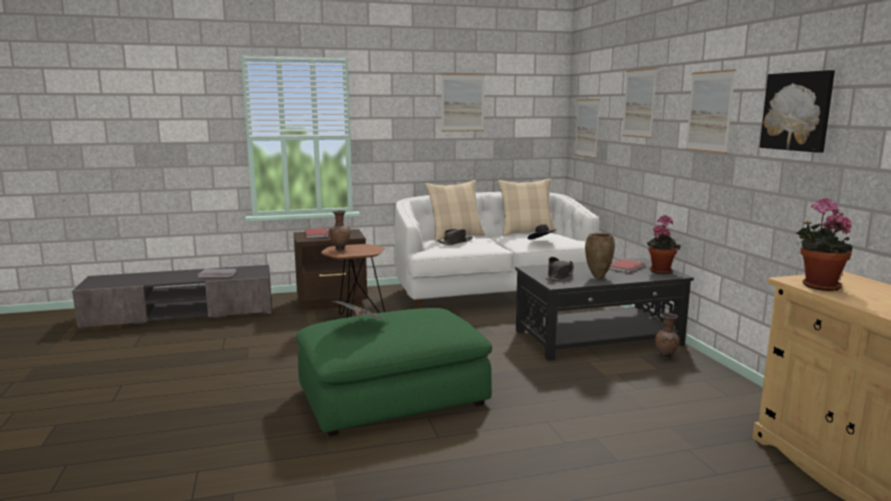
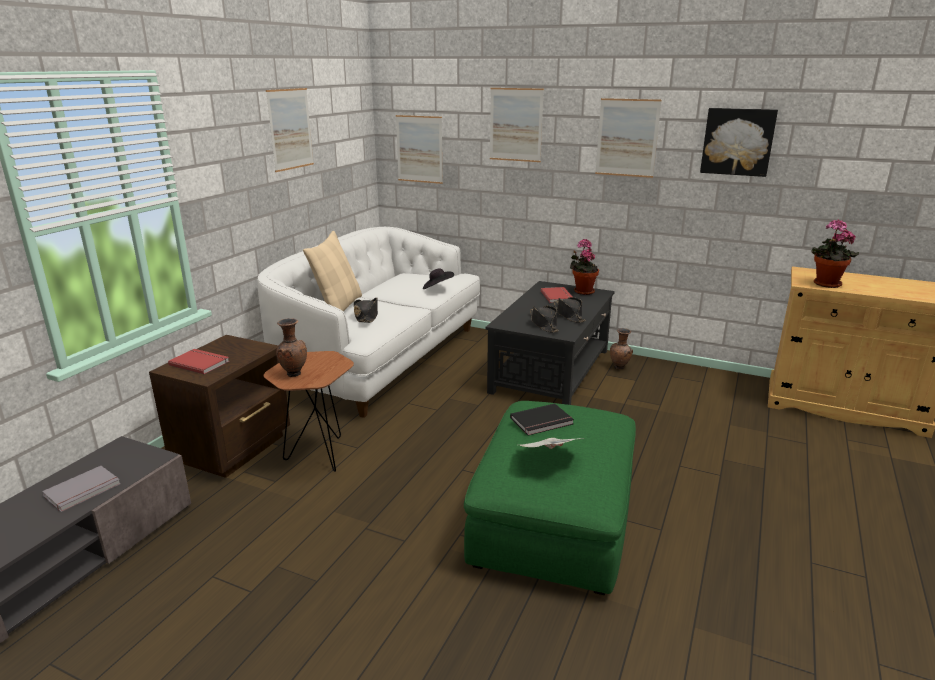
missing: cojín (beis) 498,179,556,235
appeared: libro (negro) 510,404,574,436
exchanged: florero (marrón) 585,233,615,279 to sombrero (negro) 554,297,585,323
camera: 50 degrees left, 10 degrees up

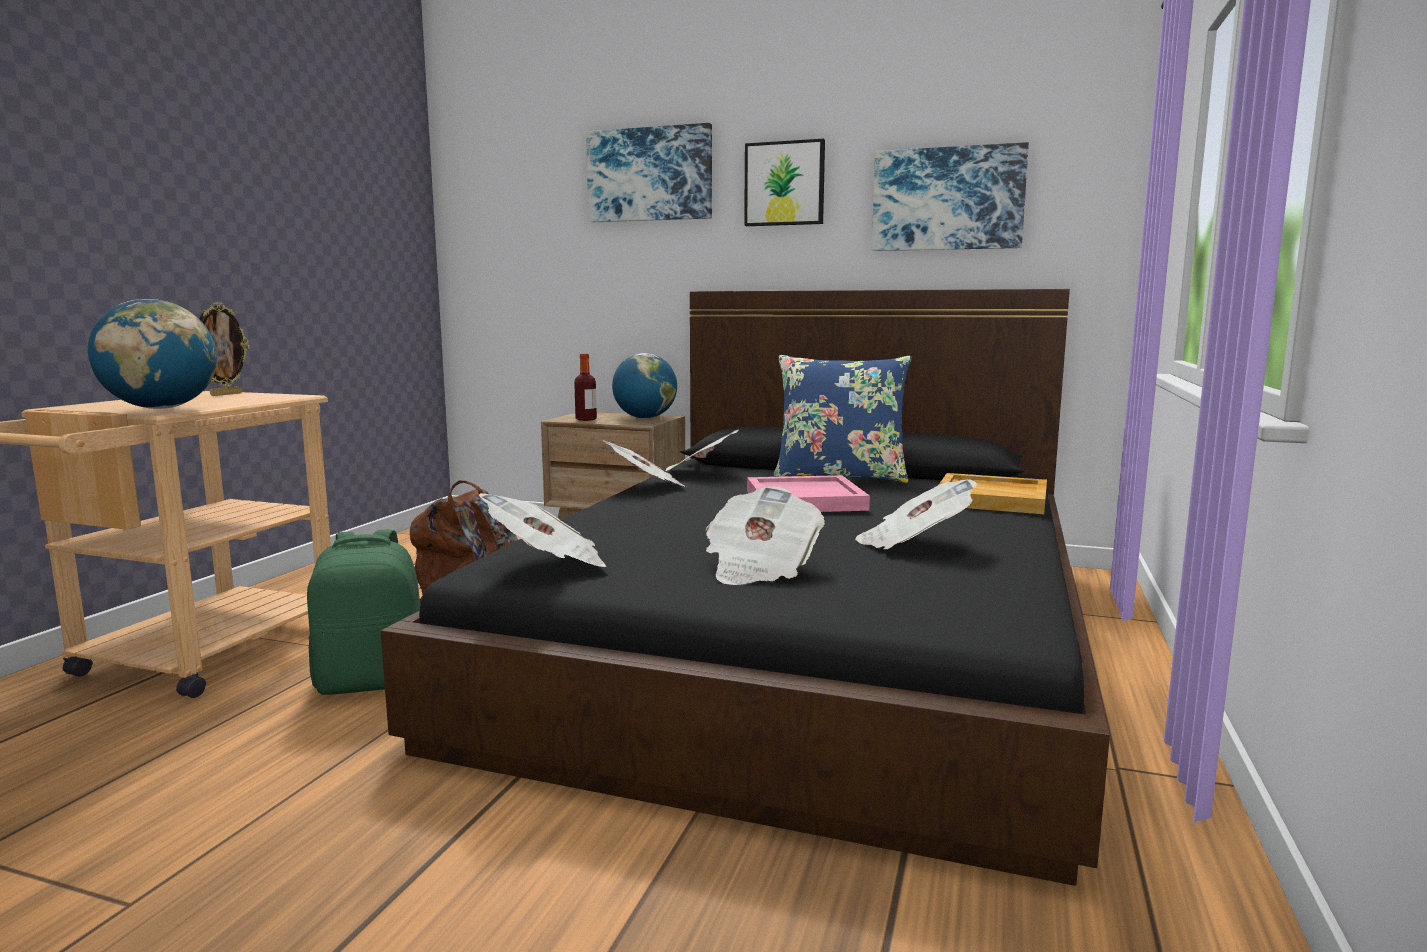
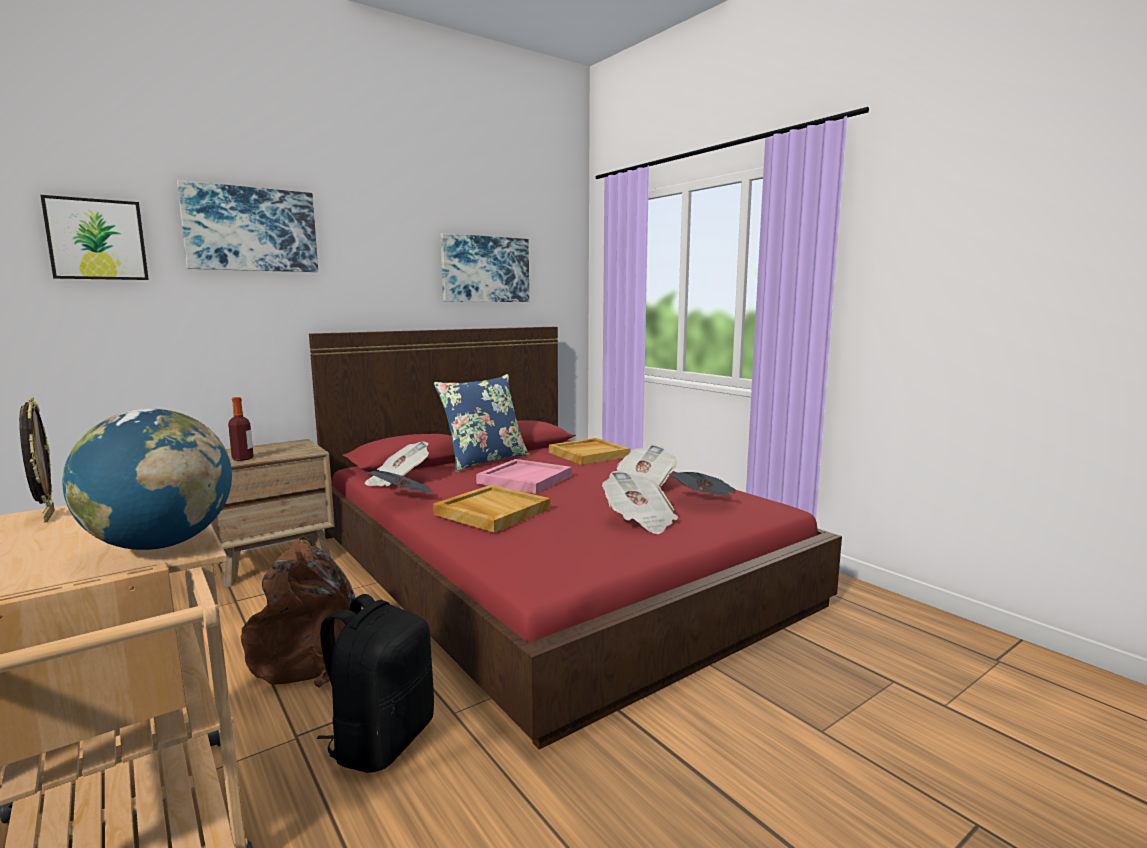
missing: globo terráqueo 612,353,677,419
appeared: bandeja (beis) 433,485,550,533
relocated: cuadro 744,139,825,226 to 40,195,149,280; periódico 479,493,606,567 to 668,472,736,495
colour: cama (negro) 381,289,1110,886 to cama (rojo) 309,327,842,749; mochila (verde) 307,529,420,695 to mochila (negro) 317,594,434,773
camera: 55 degrees left, 0 degrees up

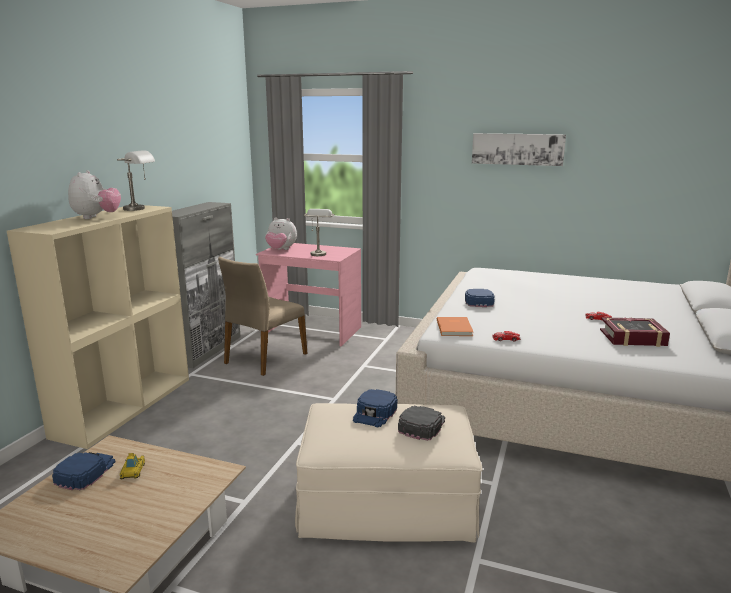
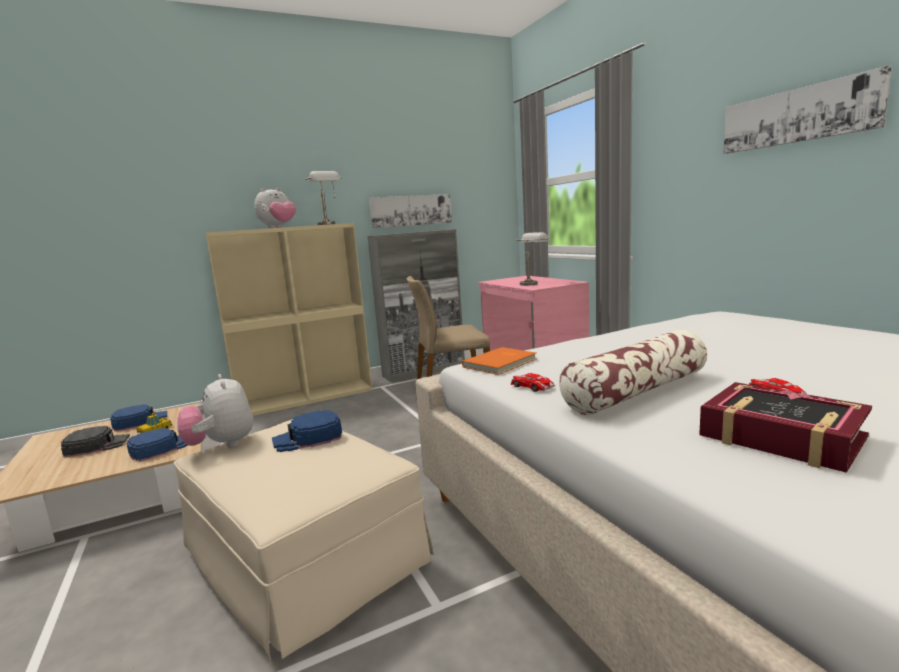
appeared: cuadro 369,194,452,228; cojín 559,330,707,415
relocated: peluche 265,217,297,250 to 177,374,254,448; gorra (azul) 465,289,495,307 to 127,428,188,462; gorra (negro) 398,406,445,441 to 61,426,130,457
camera: 45 degrees right, 5 degrees down

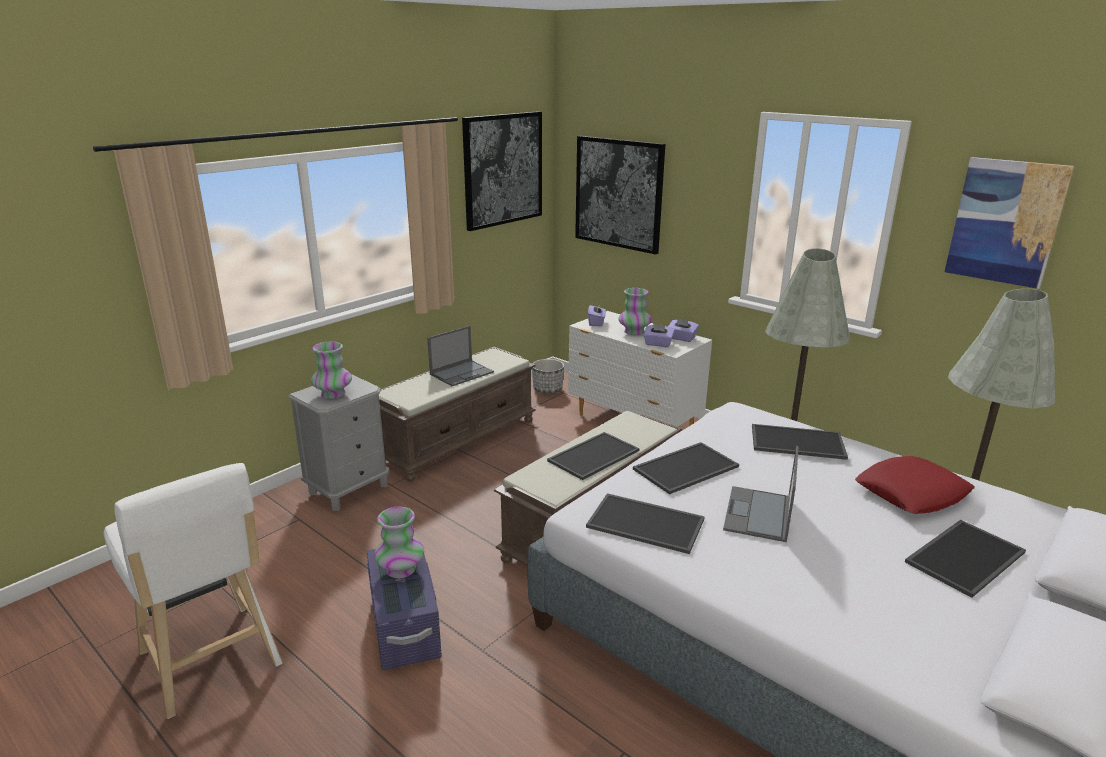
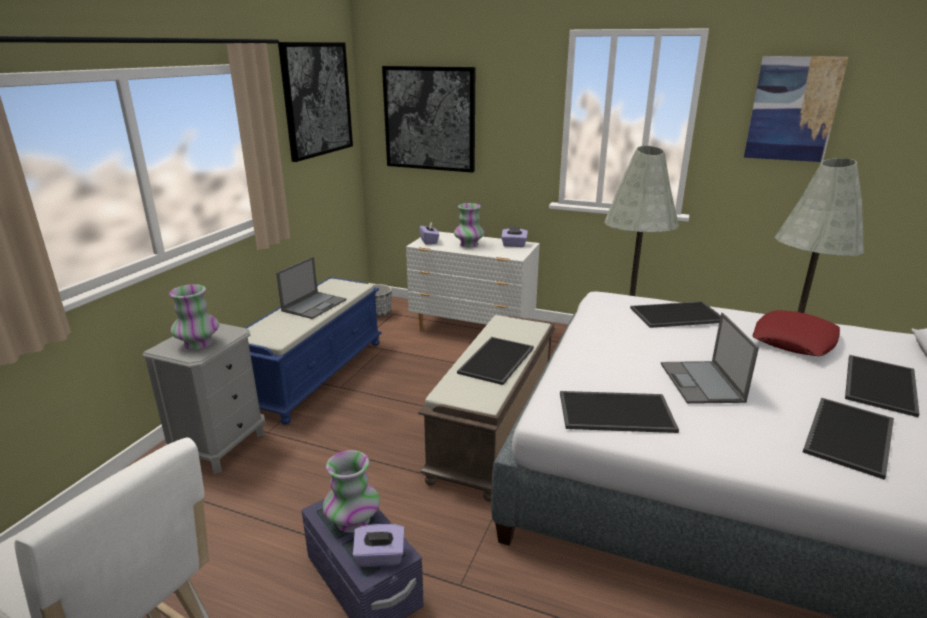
relocated: caja de pañuelos (morado) 644,324,675,347 to 353,524,405,567; bandeja 633,442,739,494 to 803,398,894,480
colour: banco (marrón) 379,347,536,481 to banco (azul) 246,277,382,425
camera: 20 degrees left, 0 degrees up

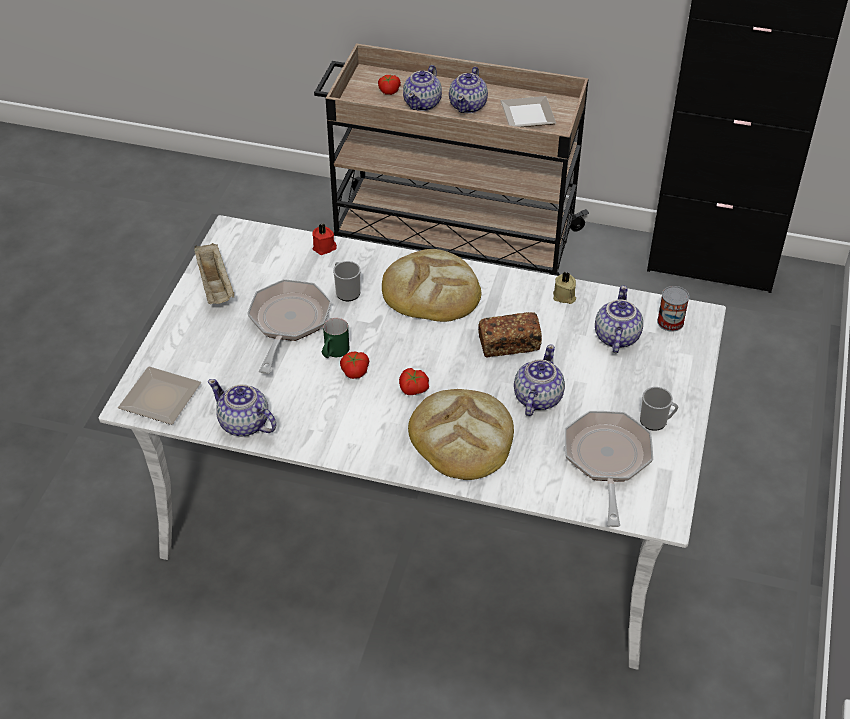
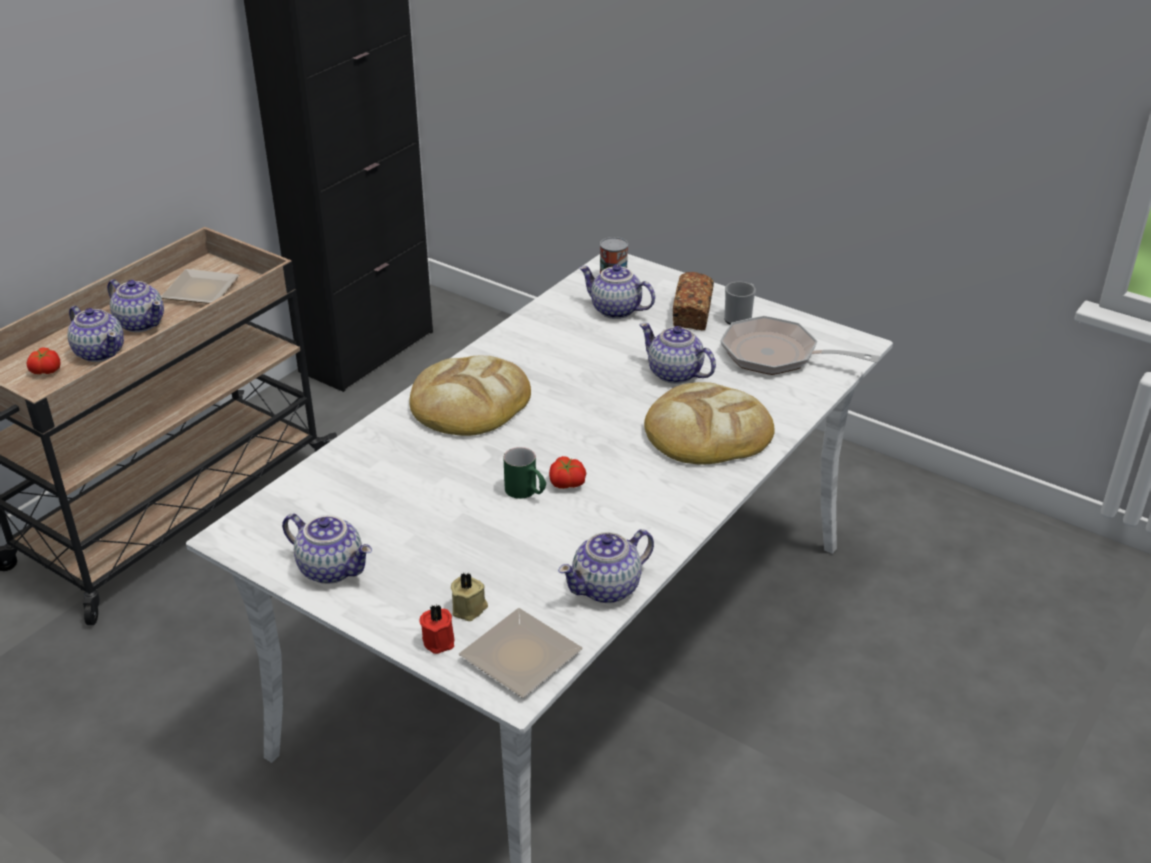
missing: taza grande 333,261,361,301; sartén 247,279,331,374; tomate 399,368,429,395
relocated: vela (rojo) 312,224,337,255 to 419,605,454,654; vela (beis) 553,272,576,304 to 451,572,488,621; pan 478,312,542,358 to 673,272,714,330
exchanged: bandeja (beis) 194,243,234,304 to tetera 282,514,372,584
camera: 70 degrees left, 10 degrees down

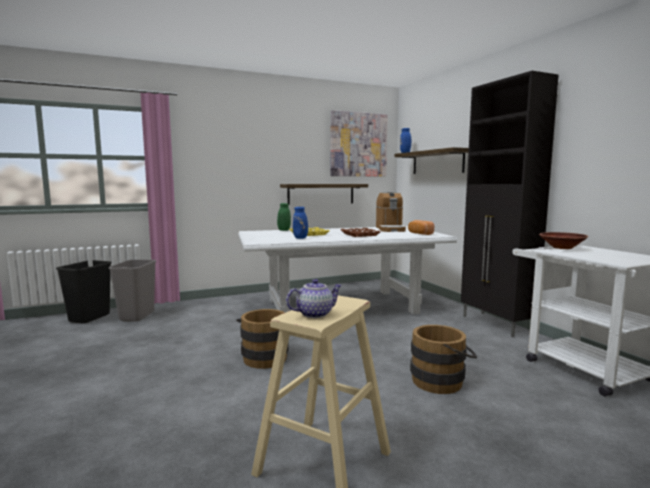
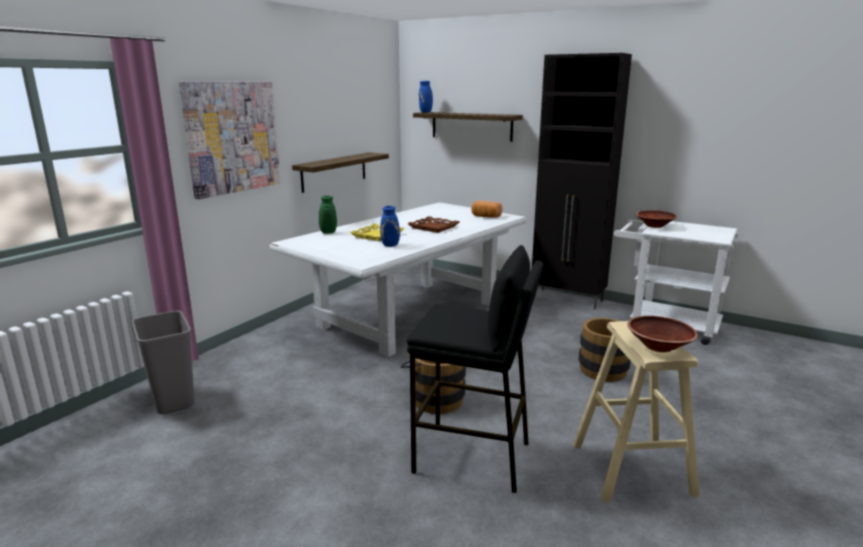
missing: cafetera 376,192,406,232; papelera (negro) 56,260,112,324
appeared: taburete (negro) 407,245,543,493
relocated: cuadro 331,110,388,176 to 179,82,281,199
exchanged: tetera 286,279,342,318 to cuenco (marrón) 627,316,698,352
camera: 35 degrees left, 10 degrees up

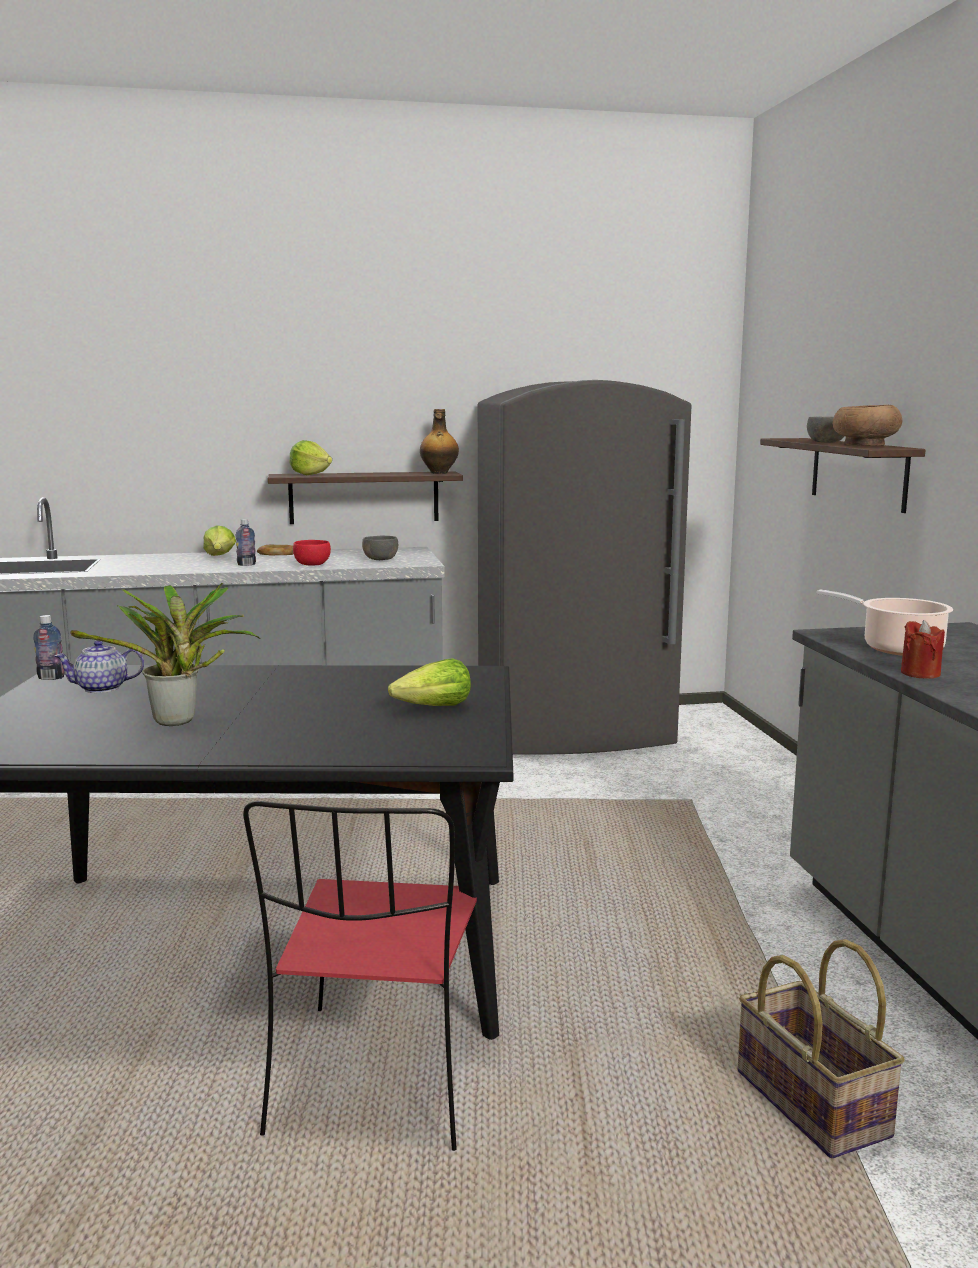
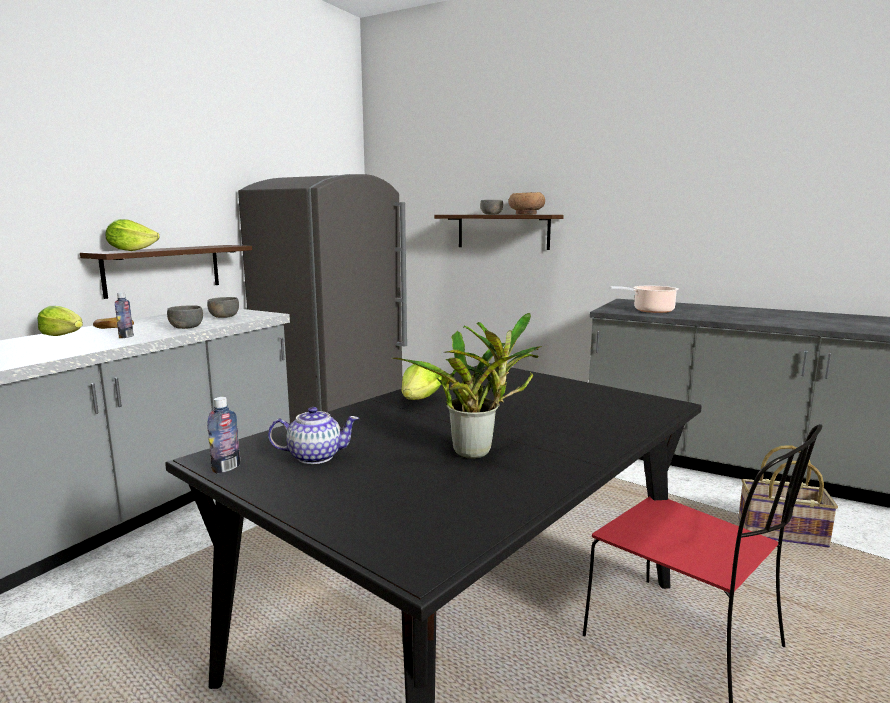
missing: botella 420,409,459,474; vela (rojo) 901,620,945,679
relocated: lechuga 388,658,471,706 to 401,361,442,400
colour: cuenco (rojo) 293,540,331,565 to cuenco (gris) 167,305,203,329
spun: tetera 54,640,144,693 = 268,407,359,464 120 degrees counterclockwise
camera: 50 degrees left, 0 degrees up

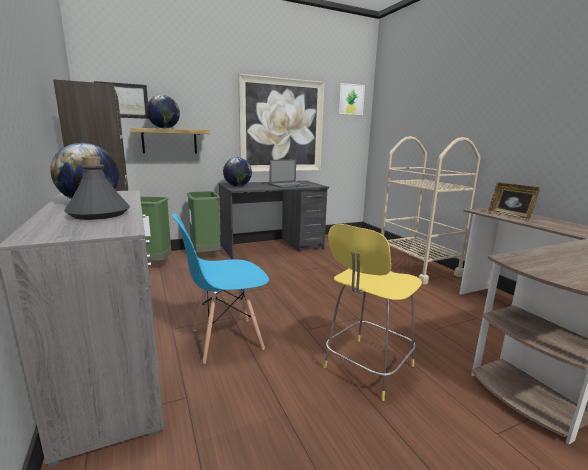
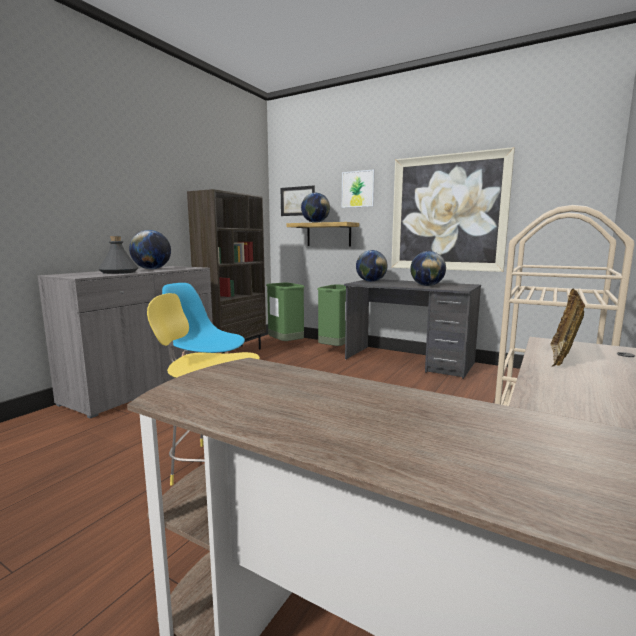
relocated: cuadro 338,83,365,115 to 342,169,375,208
exchanged: portátil 270,159,309,188 to globo terráqueo 410,251,446,286
camera: 55 degrees right, 5 degrees down

